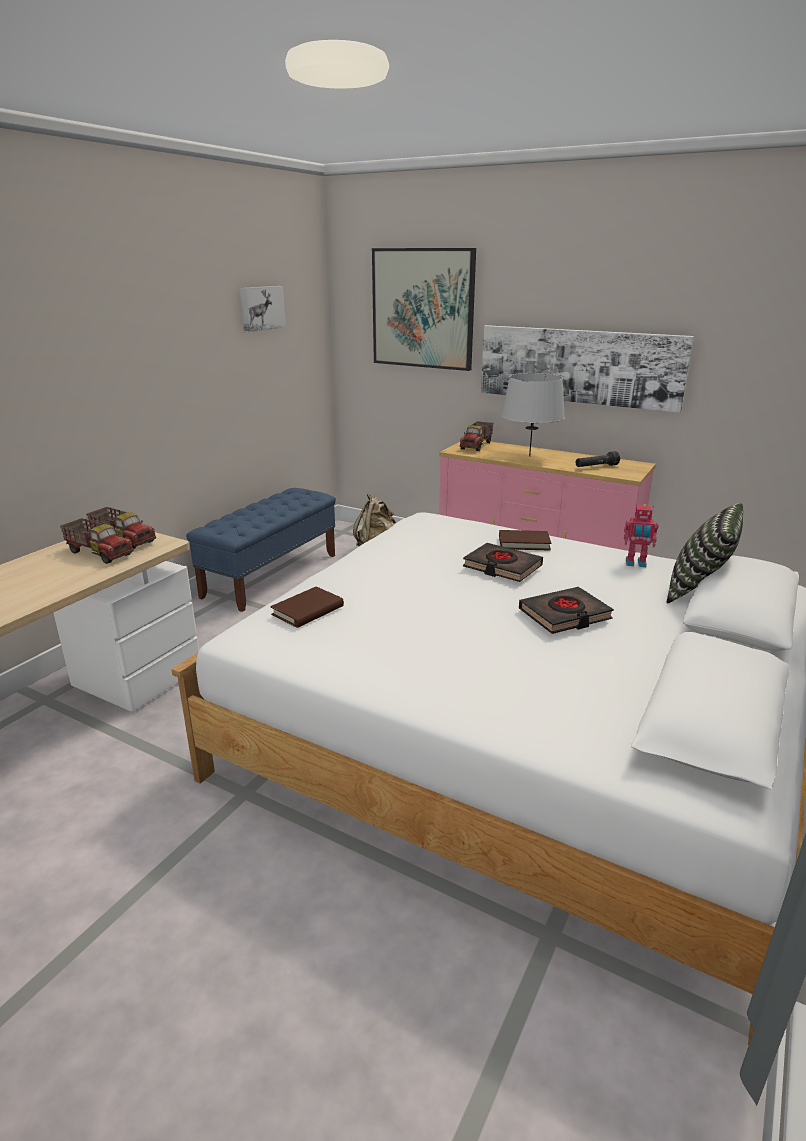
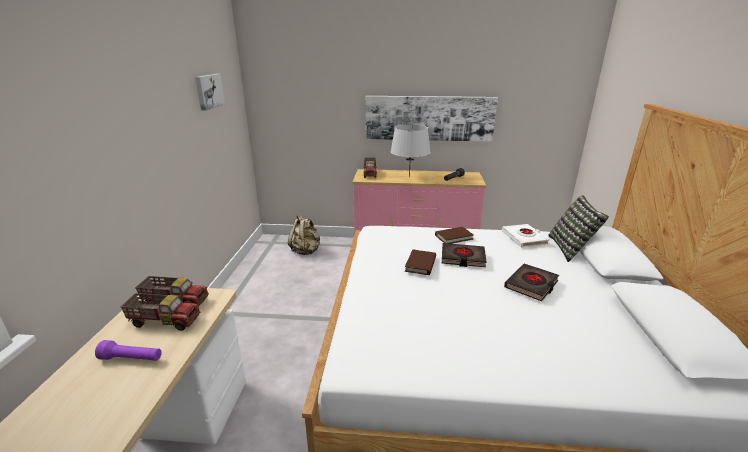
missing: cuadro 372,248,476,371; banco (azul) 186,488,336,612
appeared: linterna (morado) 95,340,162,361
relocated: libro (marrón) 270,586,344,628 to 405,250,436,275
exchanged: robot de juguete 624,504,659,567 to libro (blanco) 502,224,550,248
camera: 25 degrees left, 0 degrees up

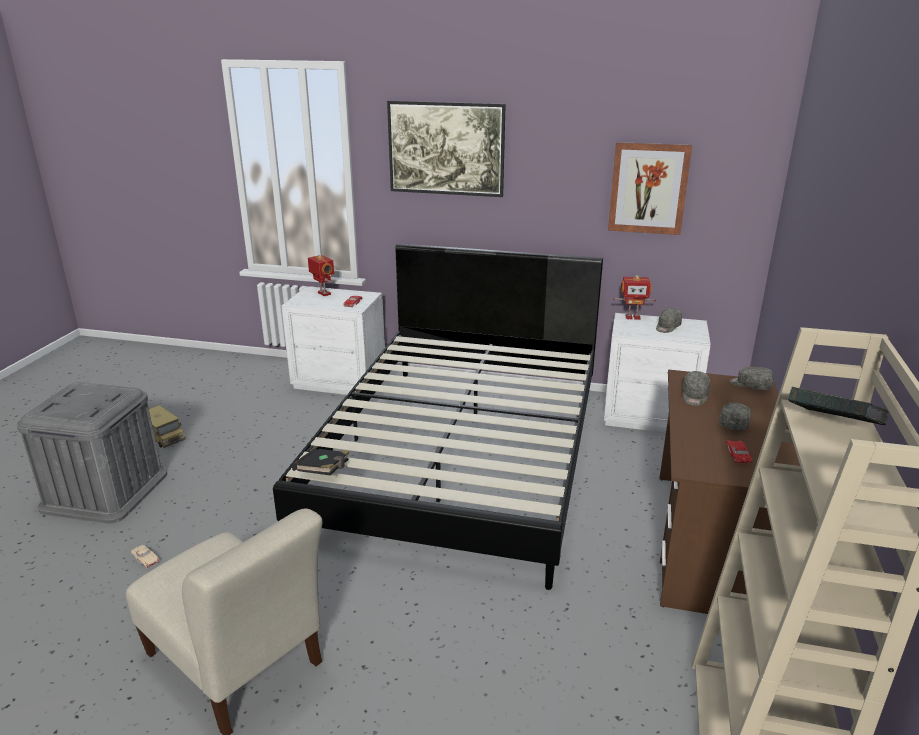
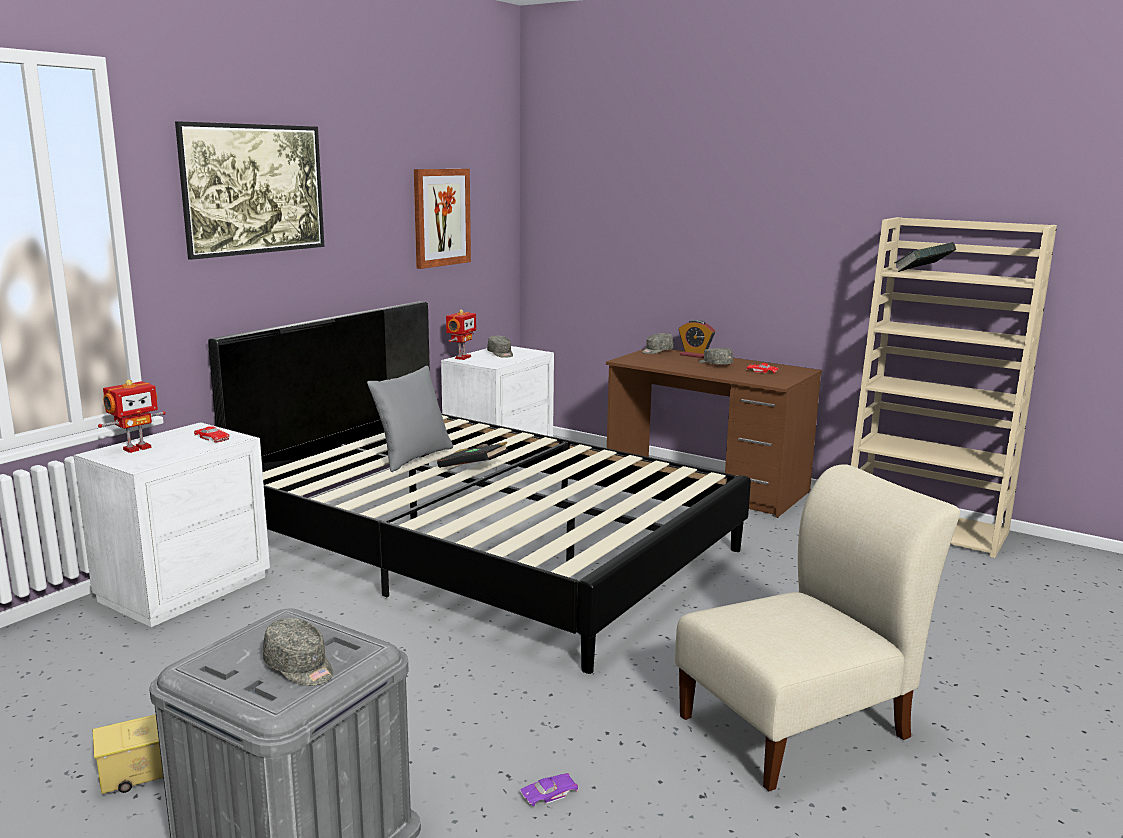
appeared: despertador 679,320,715,358; cojín (gris) 367,366,453,472
relocated: gorra (gris) 682,371,710,406 to 263,618,333,686; libro (negro) 292,449,349,475 to 437,442,508,468
colour: coche de juguete (beis) 131,545,159,568 to coche de juguete (morado) 520,773,578,806
spun: robot de juguete 308,255,334,296 = 98,379,166,453 150 degrees clockwise
camera: 70 degrees left, 10 degrees down

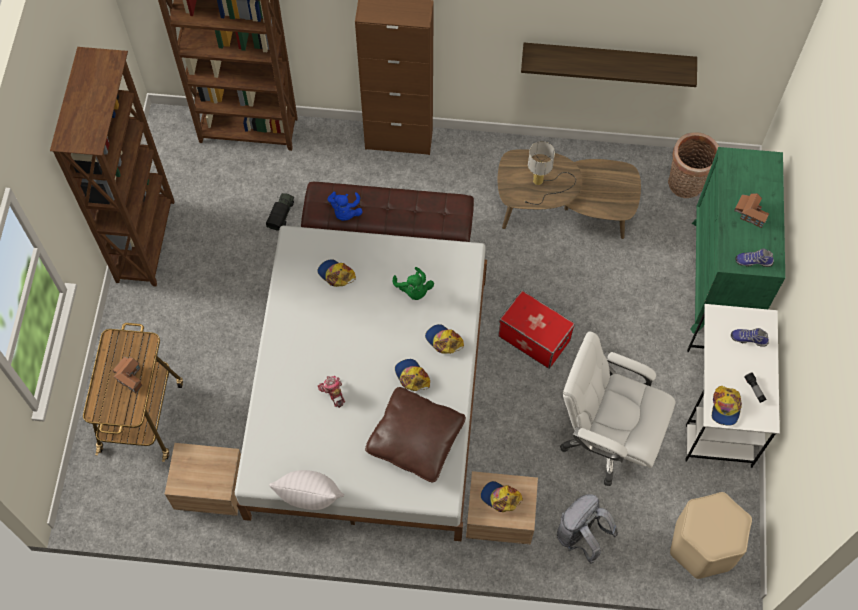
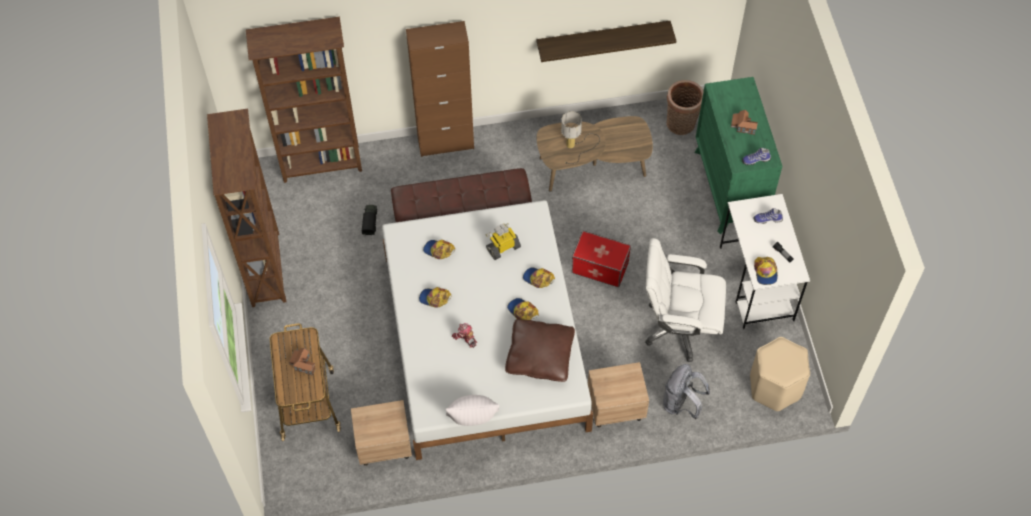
missing: peluche (azul) 328,192,363,221
relocated: gorra 481,481,523,512 to 419,287,452,308
exchanged: peluche (verde) 393,267,434,300 to robot de juguete 486,223,521,260
camera: 15 degrees left, 5 degrees down

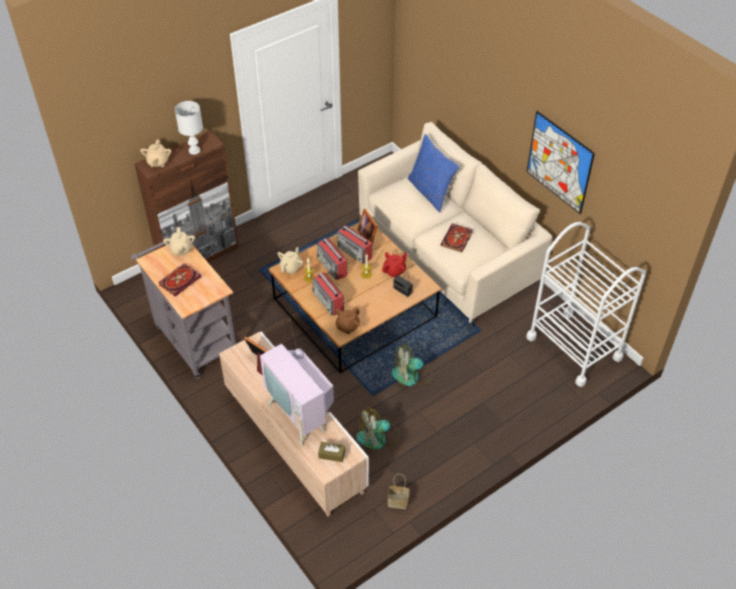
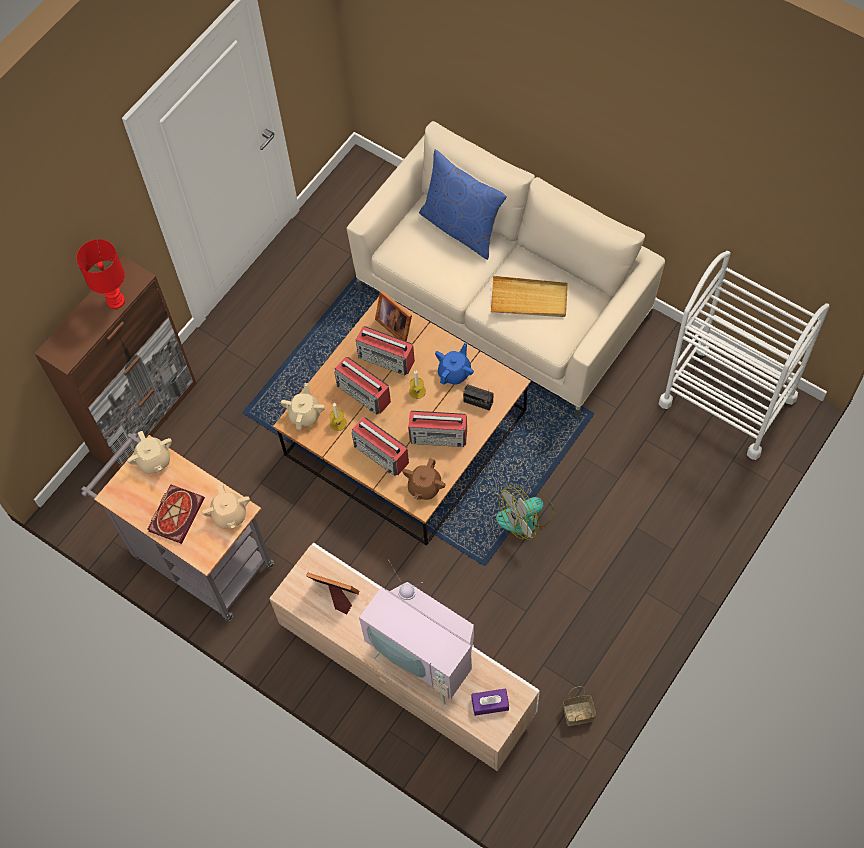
missing: cuadro 527,111,595,214; ventilador 356,407,400,450
appeared: radio 408,411,467,447
relocated: tetera (beis) 140,140,171,167 to 202,484,250,529
exchanged: libro 440,223,473,252 to bandeja (beis) 490,276,568,317
colour: lámpara de mesa (blanco) 175,101,203,155 to lámpara de mesa (rojo) 76,239,125,309; tetera (rojo) 382,252,407,278 to tetera (azul) 435,343,474,385; caja de pañuelos (marrón) 318,442,345,462 to caja de pañuelos (morado) 471,689,509,716
camera: 15 degrees left, 15 degrees up

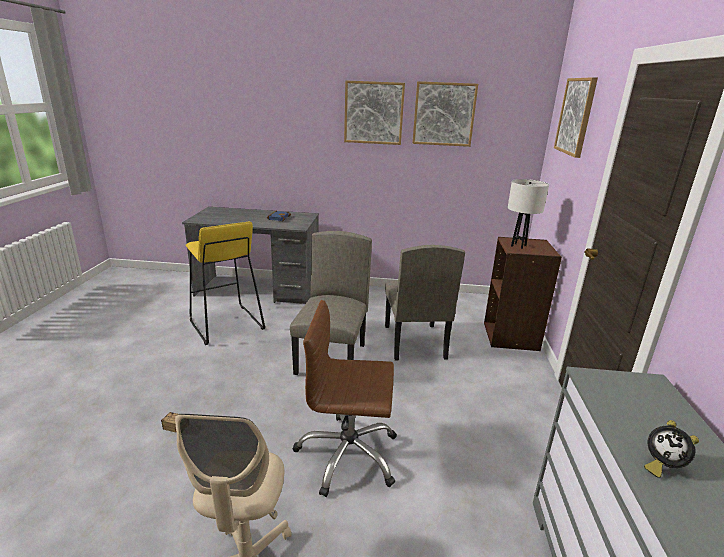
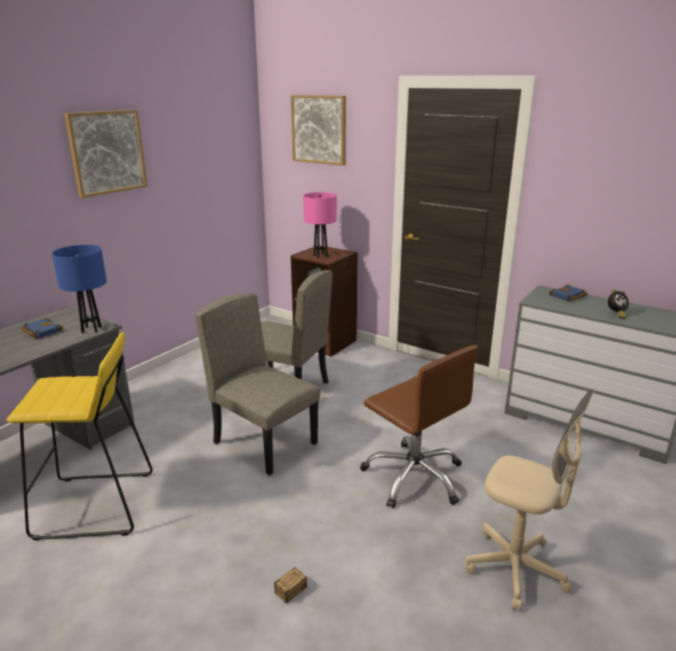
missing: cuadro 412,81,478,147
appeared: lámpara de mesa (azul) 52,245,107,333; libro (azul) 549,285,588,302
colour: lámpara de mesa (blanco) 508,179,549,249 to lámpara de mesa (rosa) 303,192,337,258
spun: silla de oficina (marrón) 293,300,397,497 = 360,345,478,508 75 degrees counterclockwise
camera: 60 degrees left, 0 degrees up

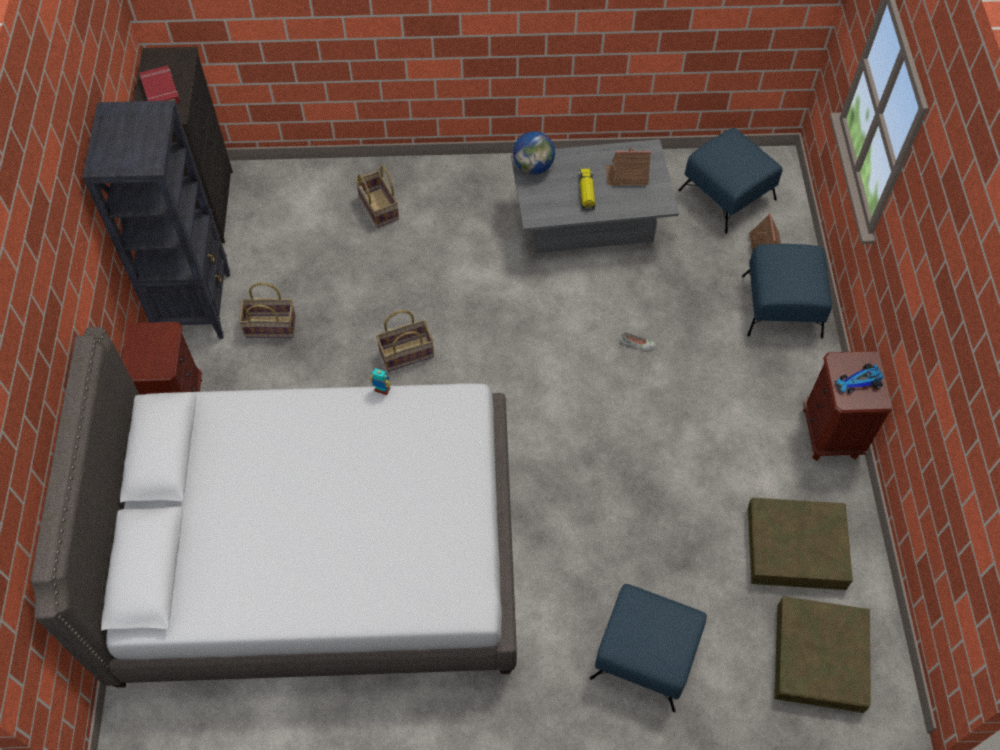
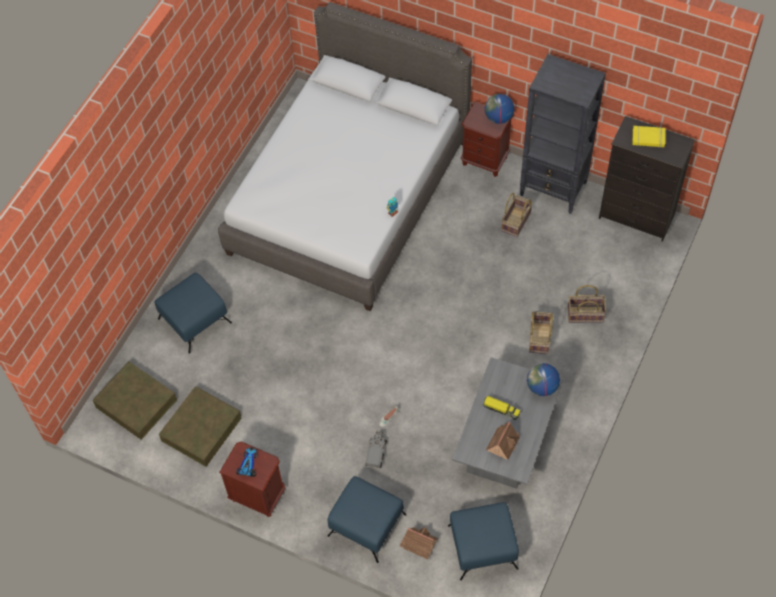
appeared: globo terráqueo 485,94,514,124; camión de juguete 365,431,387,468
relocated: cesta 376,310,434,372 to 529,311,553,354
colour: libro (rojo) 139,66,180,104 to libro (amarillo) 632,126,665,148
camera: 120 degrees right, 0 degrees up

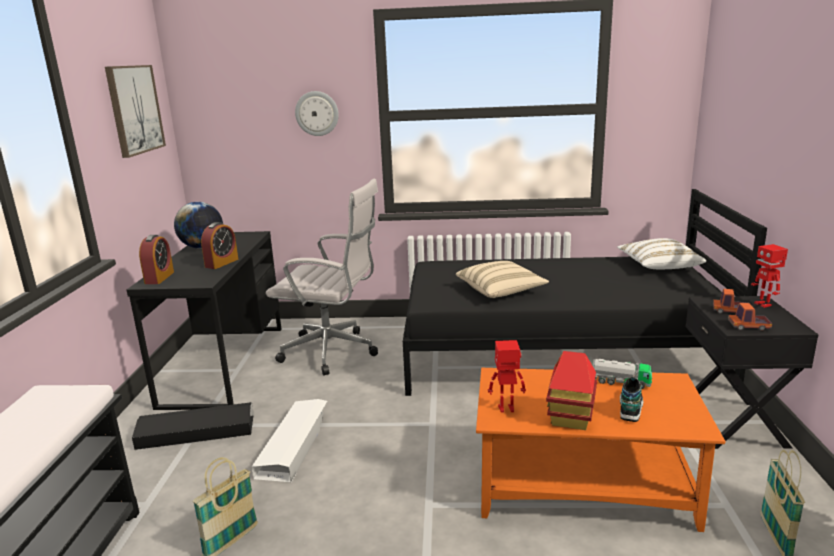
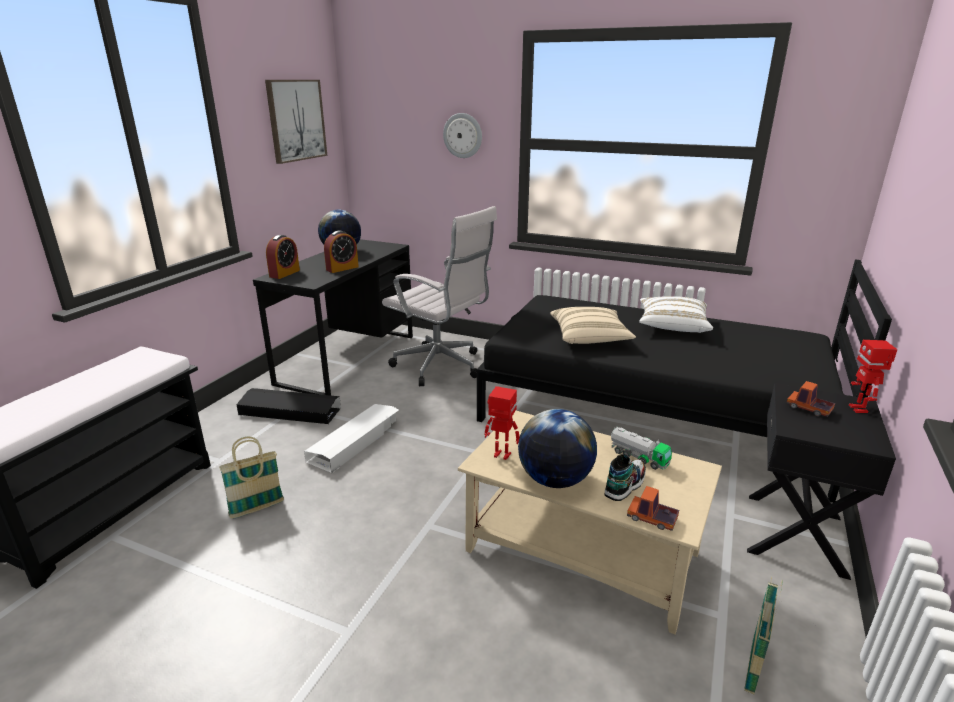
relocated: cojín (blanco) 617,238,706,269 to 639,296,713,333; camión de juguete 728,303,772,331 to 627,486,679,531
exchanged: casita 546,351,597,430 to globo terráqueo 518,409,597,488
colour: mesa de centro (naranja) 476,368,725,532 to mesa de centro (beis) 458,411,722,634
camera: 20 degrees right, 5 degrees up

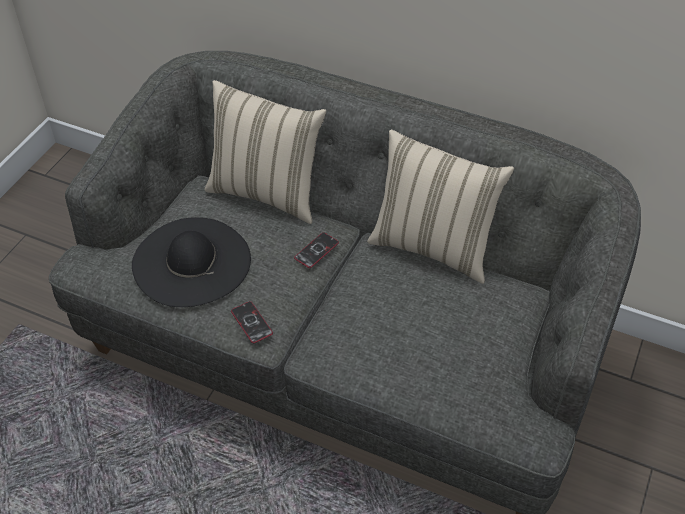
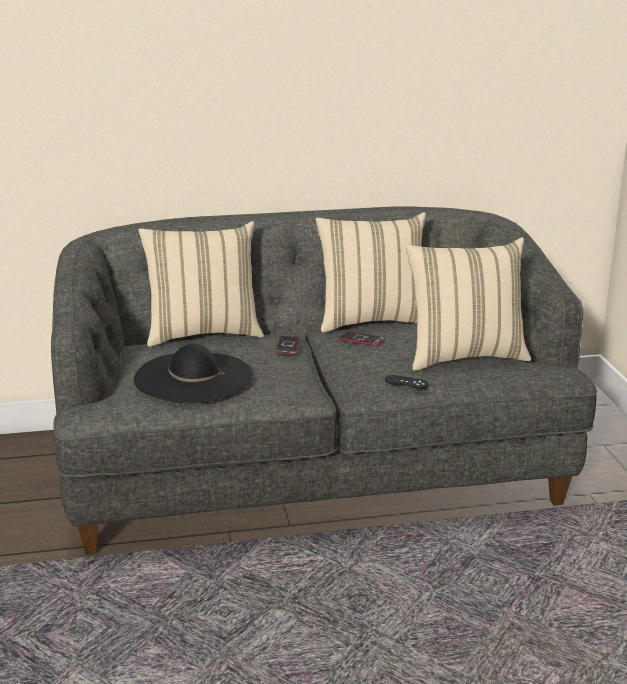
appeared: cojín (beis) 406,238,531,371; mando de consola (negro) 385,375,429,389
relocated: móvil 231,301,273,343 to 338,331,385,346
camera: 35 degrees left, 25 degrees down

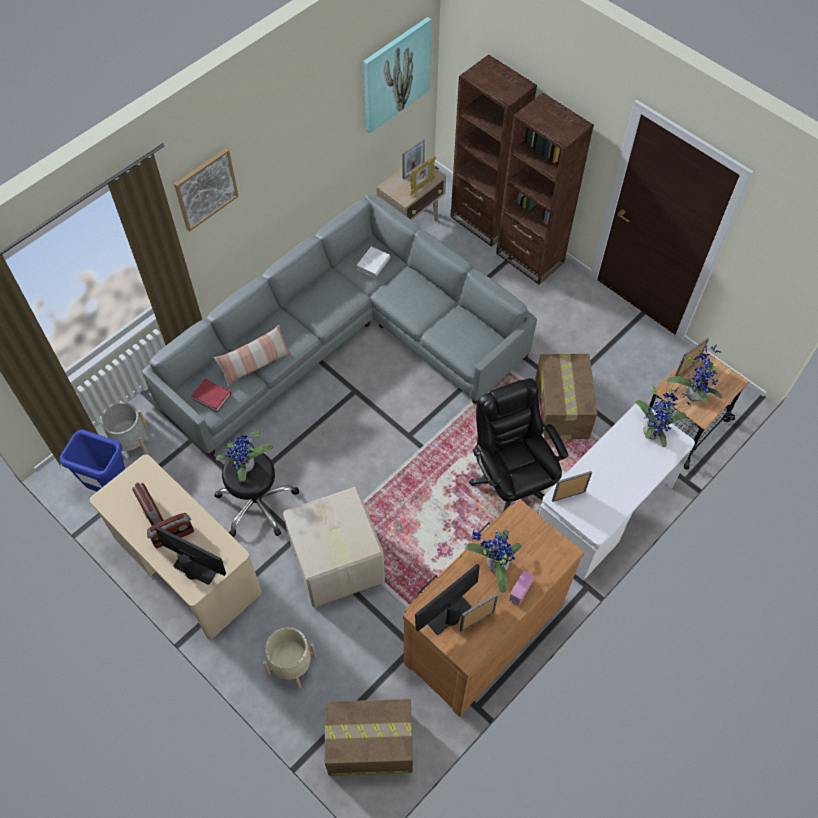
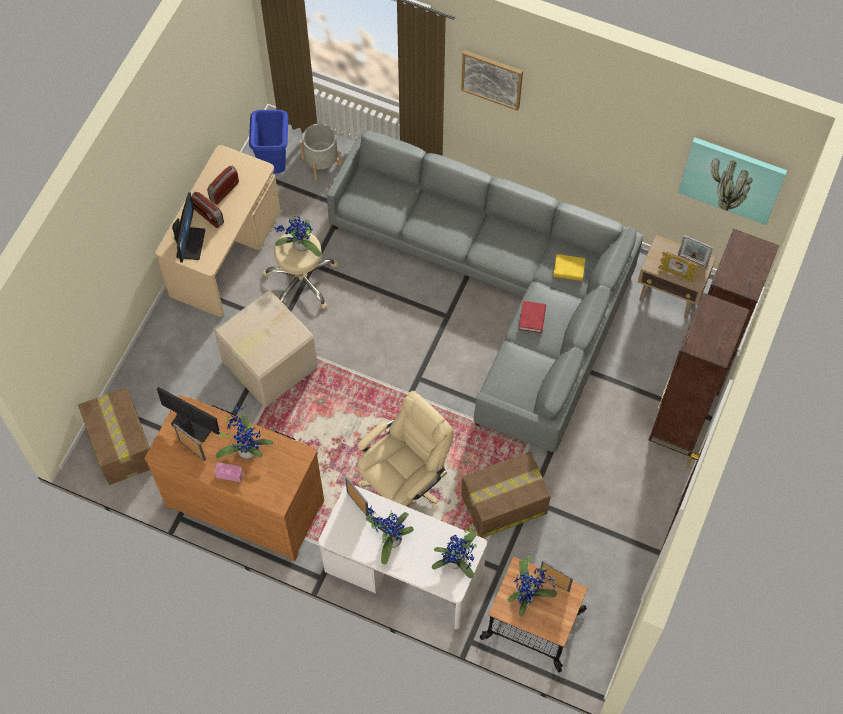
missing: cojín 214,325,291,387; maceta (beis) 263,627,316,689
appeared: planta en maceta 366,506,414,564
relocated: libro (rojo) 192,379,231,413 to 519,301,546,333
colour: libro (blanco) 357,246,390,278 to libro (amarillo) 553,254,586,281; silla de oficina (negro) 469,378,568,512 to silla de oficina (beis) 357,391,454,509; taburete (negro) 214,450,299,537 to taburete (beis) 262,231,338,309
camera: 70 degrees right, 5 degrees up

